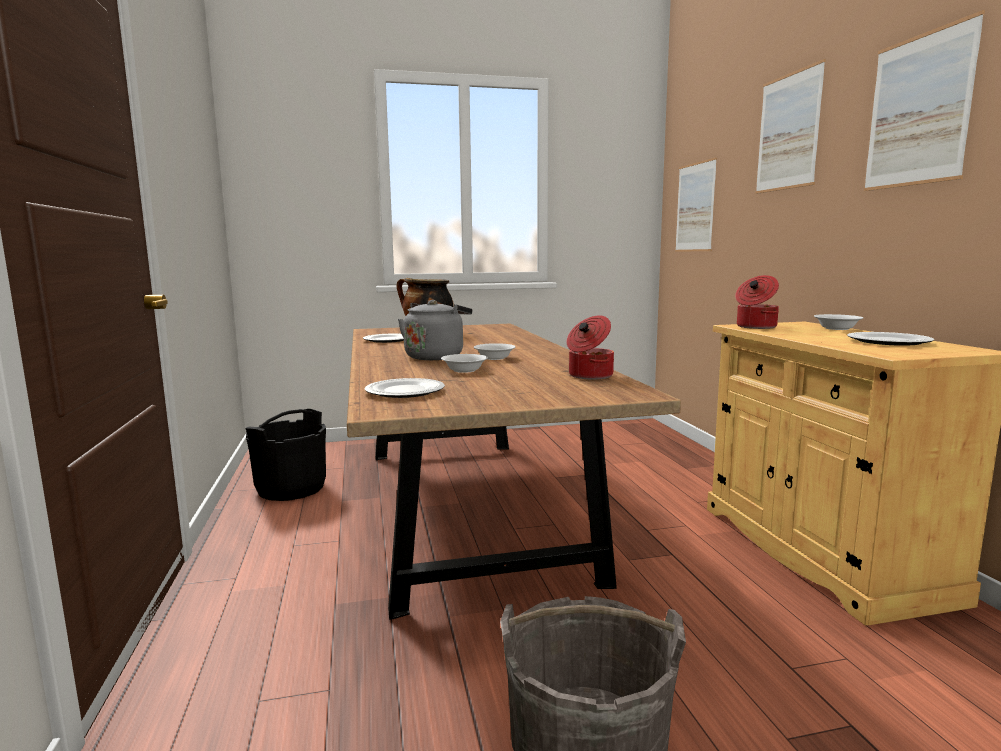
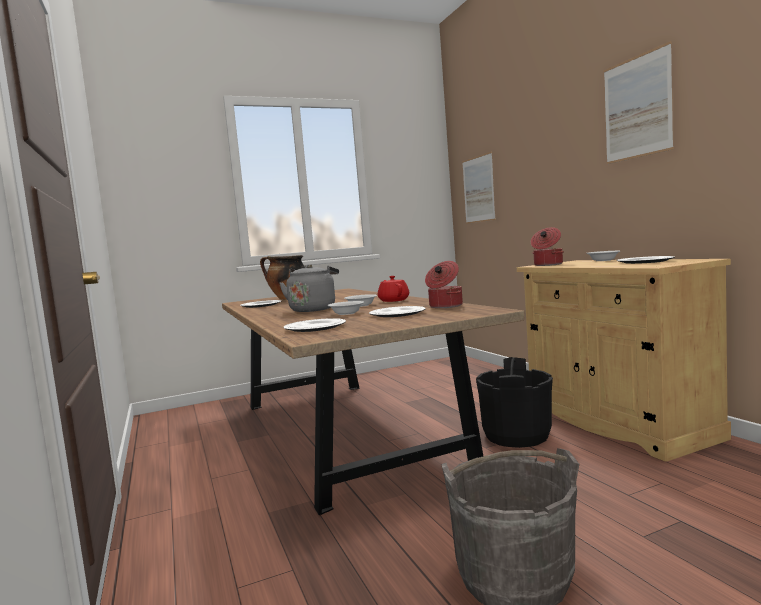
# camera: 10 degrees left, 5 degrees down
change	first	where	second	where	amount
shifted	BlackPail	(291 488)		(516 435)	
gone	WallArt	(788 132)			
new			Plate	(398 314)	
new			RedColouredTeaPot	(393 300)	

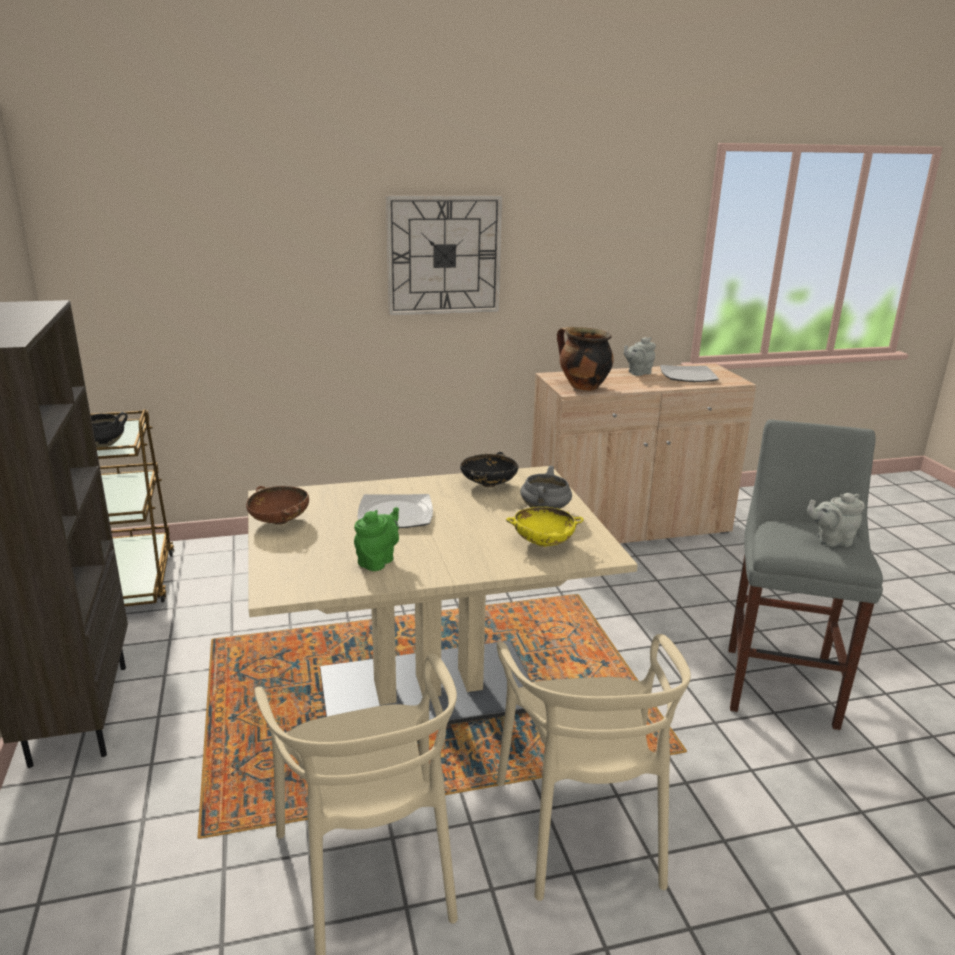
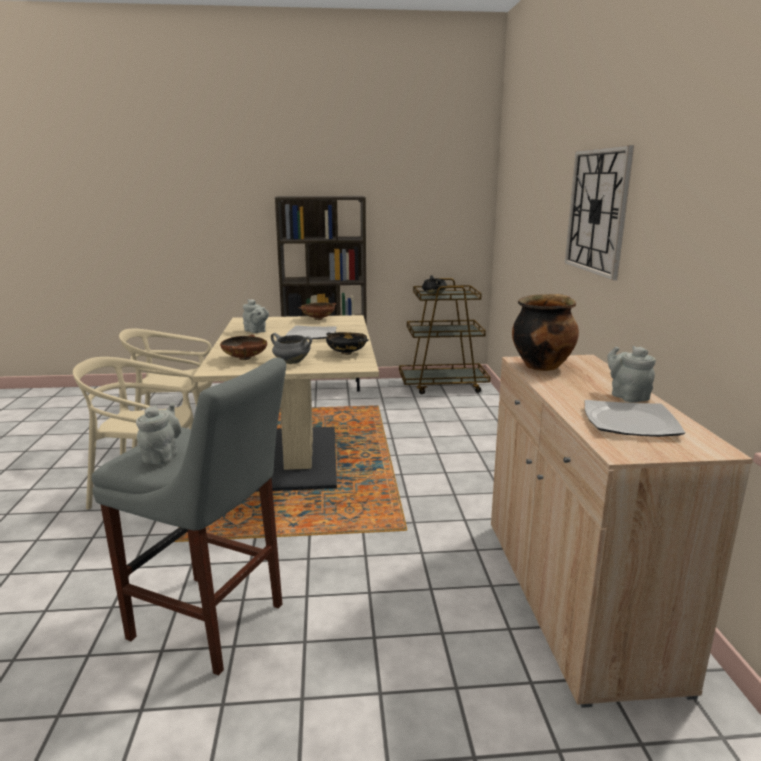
# camera: 100 degrees right, 5 degrees down
change	first	where	second	where	amount
repainted	GreenTeaPot	(378 561)	GreyishTeaPot	(256 331)	
repainted	YellowishDeepDish	(543 542)	BrownishDeepDish	(245 358)	

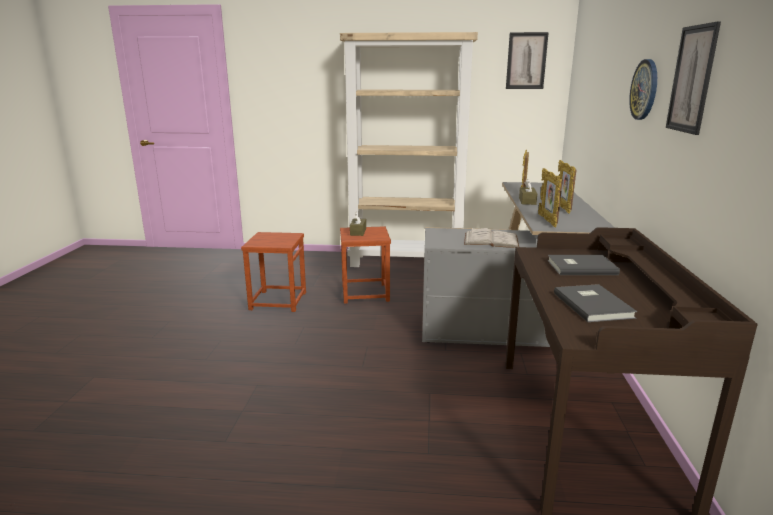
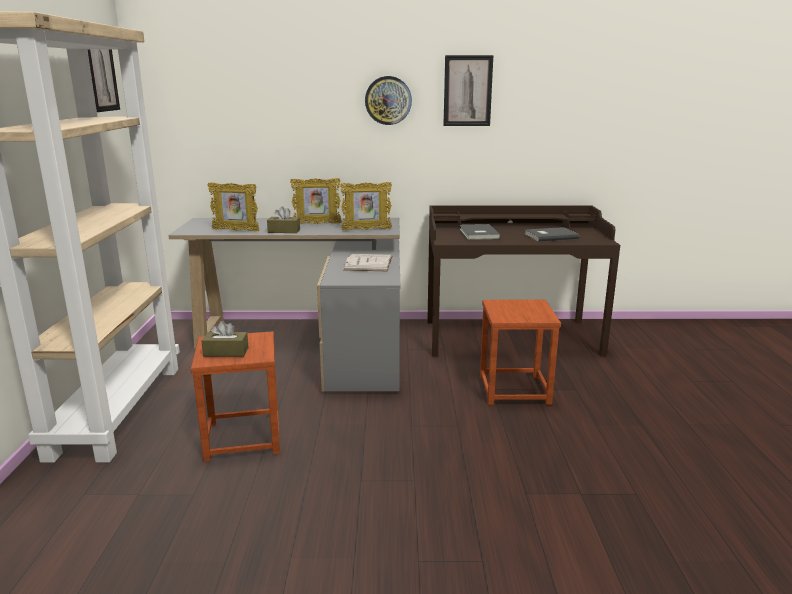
# camera: 95 degrees left, 0 degrees up
change	first	where	second	where	amount
shifted	BrownishStool	(277 301)		(514 390)	

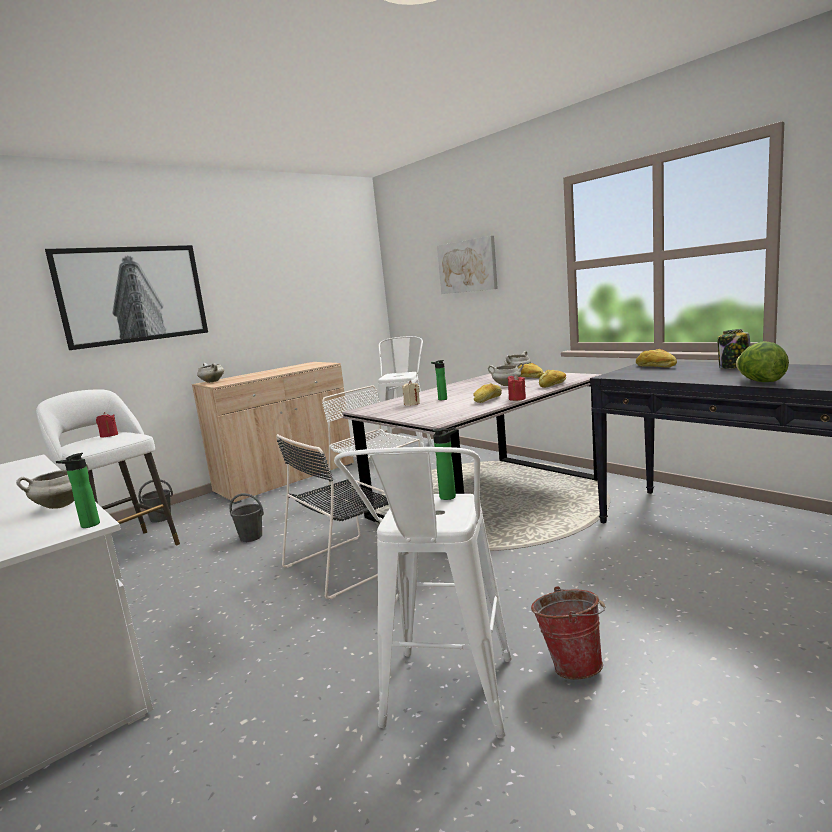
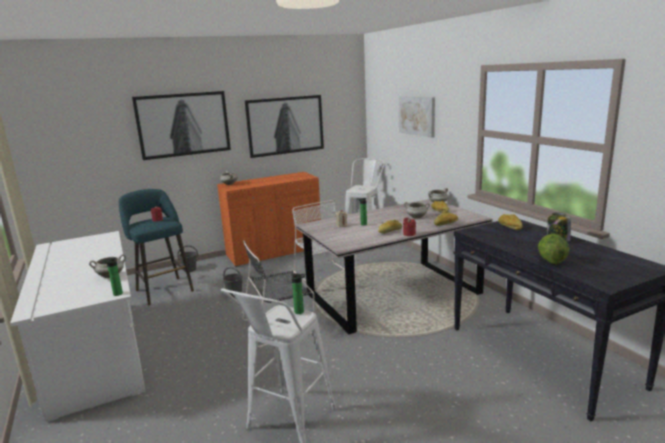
# camera: 15 degrees right, 5 degrees up
change	first	where	second	where	amount
repainted	WhiteColouredStool	(125 551)	BlueGreenStool	(163 289)	
repainted	BeigeStorageCabinet	(286 478)	OrangeyStorageCabinet	(274 252)	
gone	Pail	(571 664)			
new			WallArt	(285 125)	

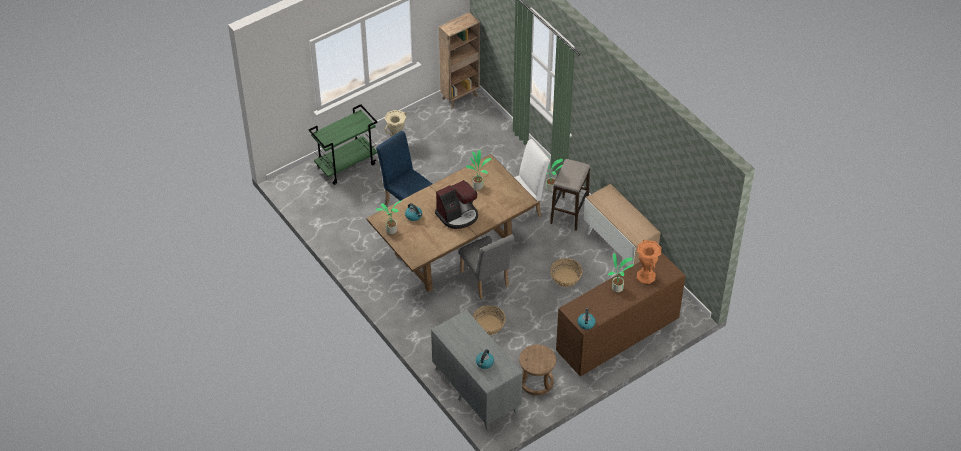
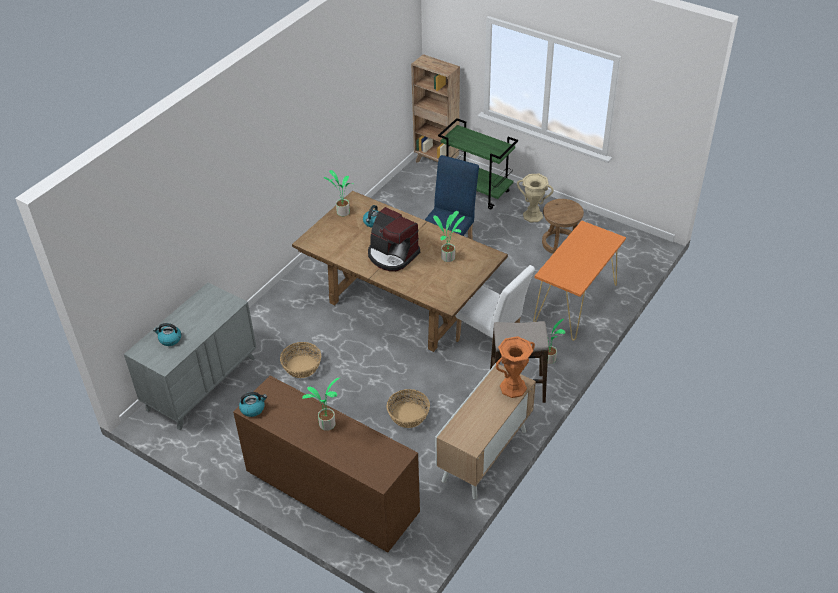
# camera: 70 degrees right, 5 degrees down
change	first	where	second	where	amount
shifted	BrownishBookshelf	(460 97)		(436 162)	
gone	GreyishChair	(486 281)			
shifted	BrownishStool	(536 382)		(560 243)	
shifted	OrangeyFlowerVase	(646 276)		(513 387)	
new			OrangeyNarrowTable	(575 304)	

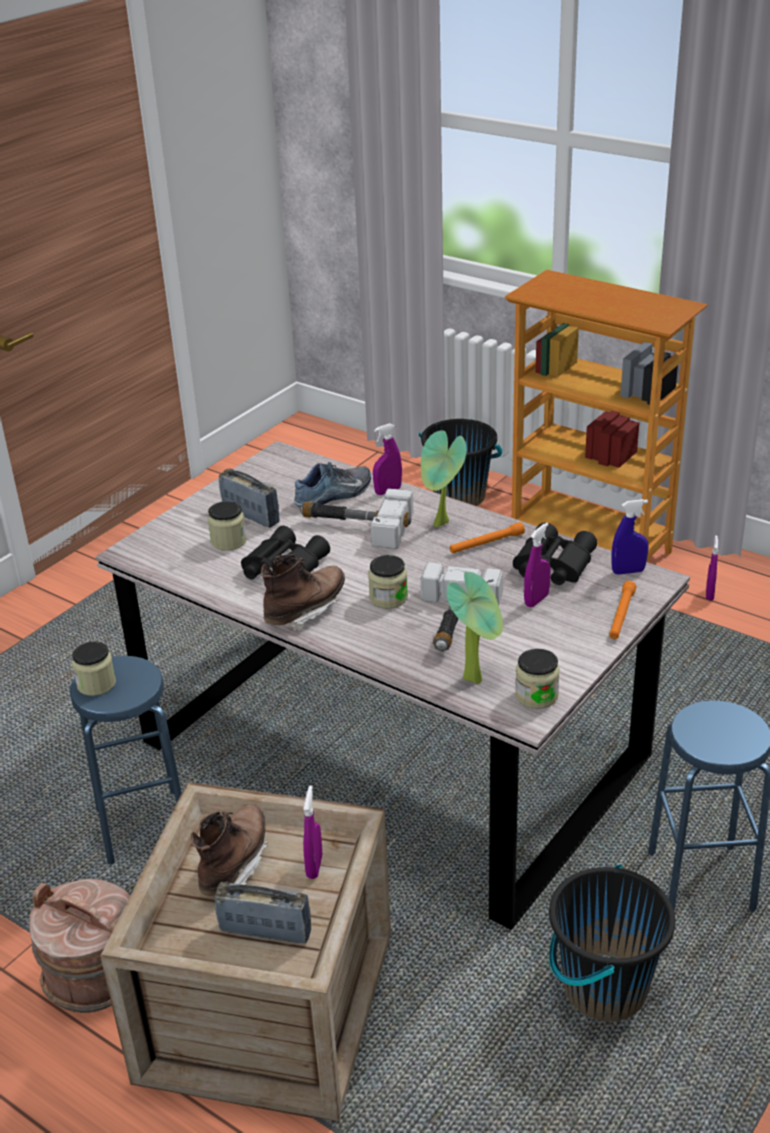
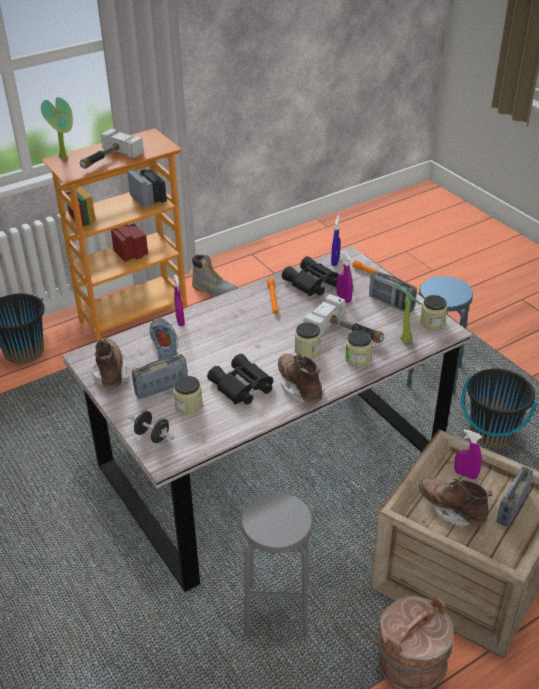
# camera: 70 degrees left, 5 degrees up
change	first	where	second	where	amount
repainted	BlueColouredStool	(143 827)	GreyishStool	(277 609)	
shifted	StorageJar	(96 684)		(358 359)	
shifted	ToolHammer	(355 526)		(107 159)	
shifted	Houseplant	(442 525)		(65 157)	
swapped	PurpleColouredHandSprayer	(709 594)	GreyishHighTopBoot	(215 292)	
new			BrownishHighTopBoot	(110 372)	
new			BlackDumbbell	(152 436)	
new			Radio	(391 303)	

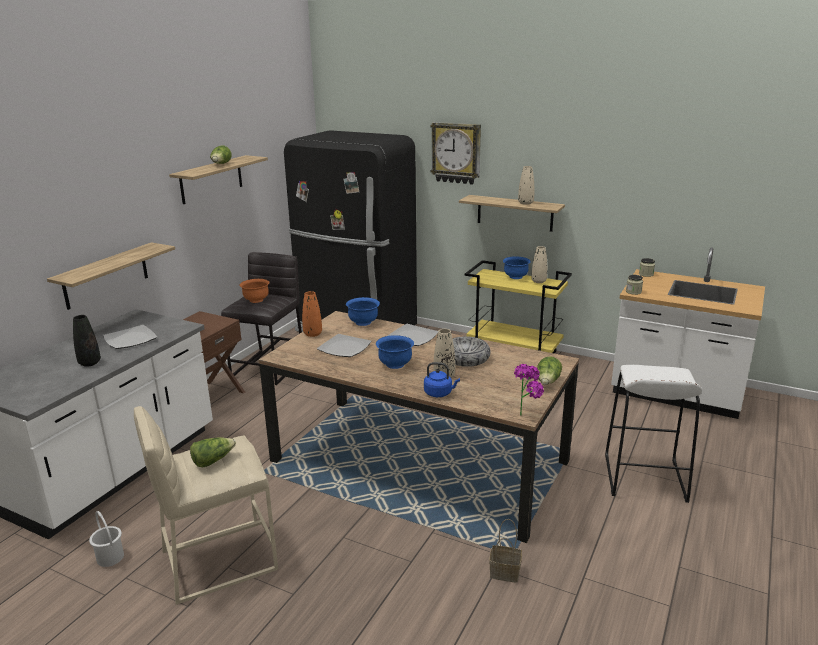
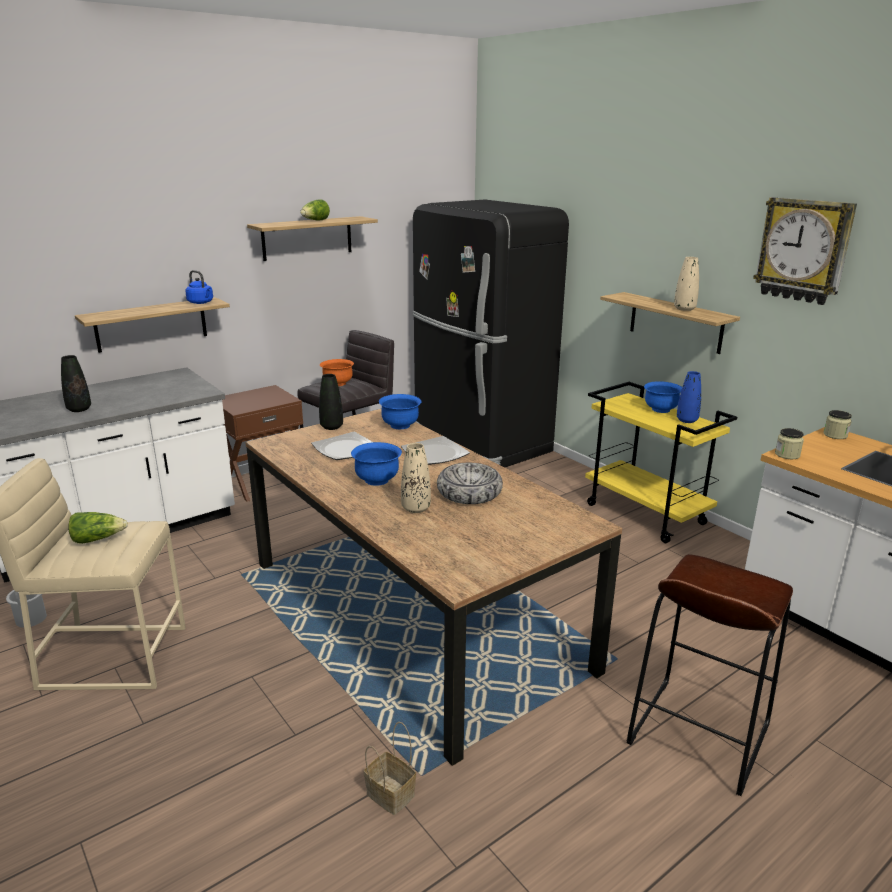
# camera: 25 degrees right, 0 degrees up
change	first	where	second	where	amount
gone	Plate	(130 340)			
repainted	OrangeyFlowerVase	(312 334)	BlackFlowerVase	(331 427)	
shifted	BlueColouredWaterKettle	(439 393)		(201 302)	
shifted	HangingClock	(456 153)		(803 250)	
gone	Houseplant	(527 414)			
repainted	BeigeFlowerVase	(538 281)	BlueColouredFlowerVase	(687 420)	
gone	Lettuce	(548 382)			
repainted	WhiteColouredStool	(644 478)	BrownishStool	(698 734)	

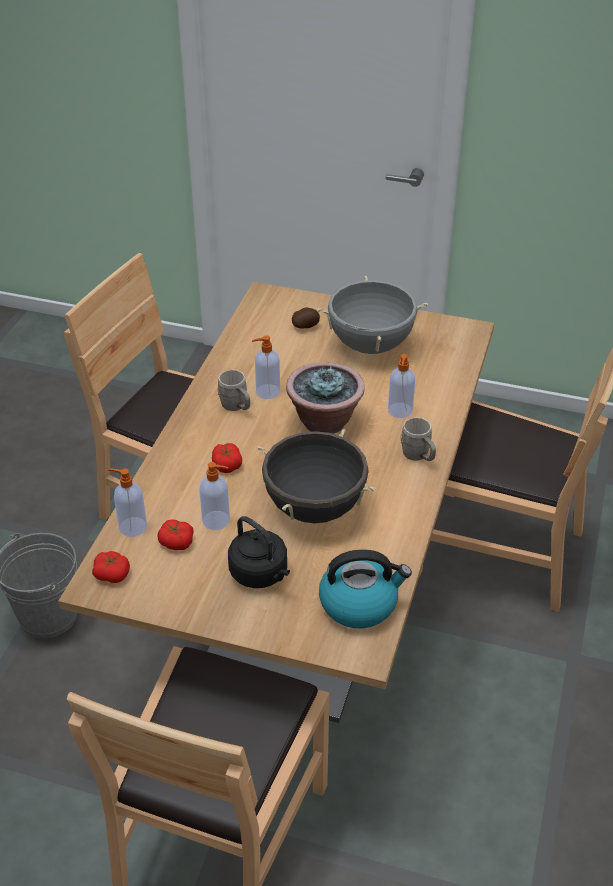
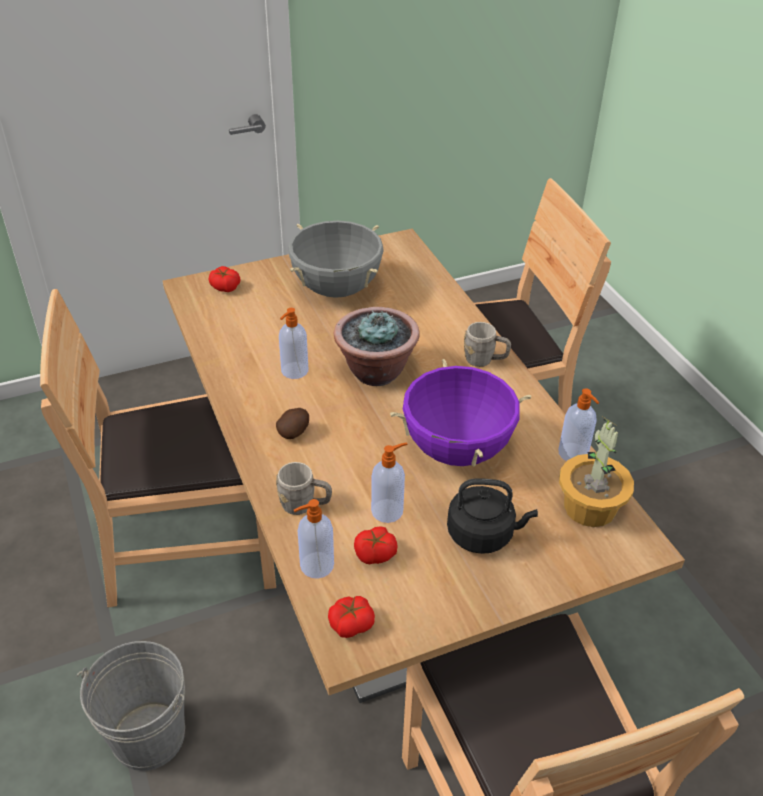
# camera: 40 degrees left, 0 degrees up
change	first	where	second	where	amount
shifted	FreshTomato	(226 465)		(225 287)	
shifted	GreyishTeaMug	(236 407)		(304 505)	
repainted	BlackSaucepot	(314 508)	PurpleColouredSaucepot	(457 449)	
shifted	WholePotato	(305 326)		(294 432)	
swapped	WaterKettle	(360 603)	Houseplant	(589 507)	
shifted	SoapDispenser	(400 411)		(574 454)	

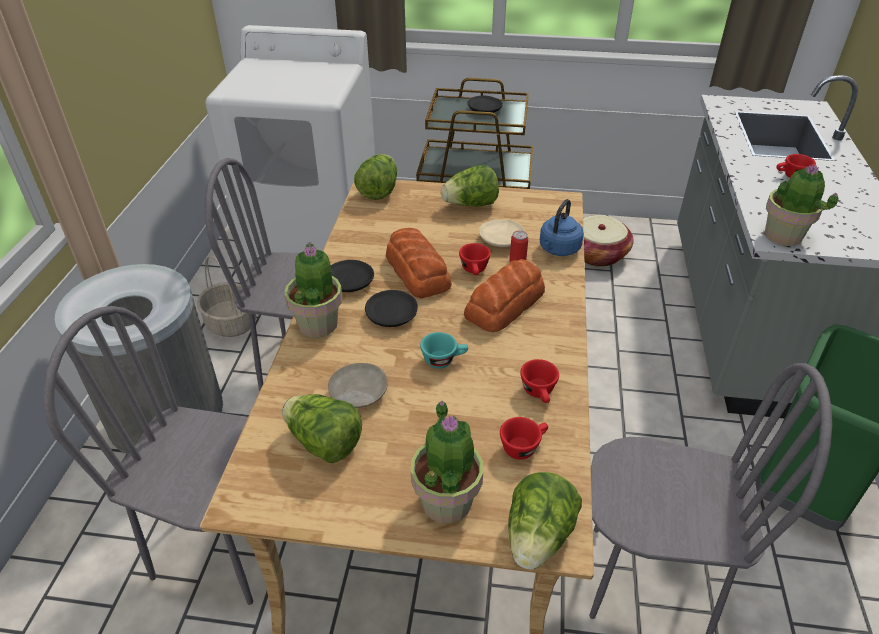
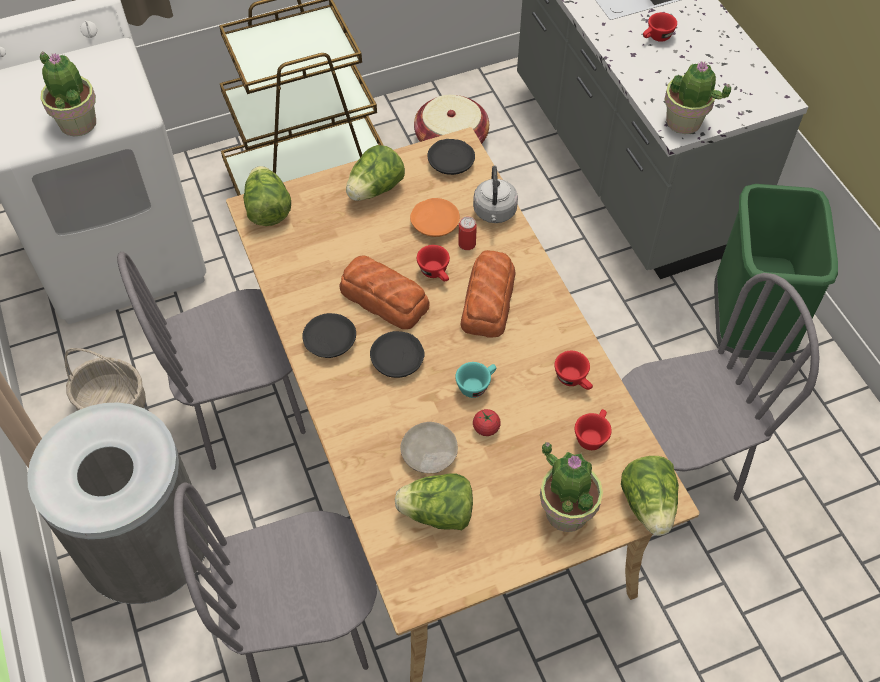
# camera: 30 degrees left, 15 degrees up
change	first	where	second	where	amount
shifted	Houseplant	(318 323)		(78 122)	
shifted	BlackPlate	(485 110)		(451 162)	
repainted	BeigePlate	(501 239)	OrangeyPlate	(435 223)	
repainted	BlueColouredWaterKettle	(558 249)	GreyishWaterKettle	(494 213)	
new			FreshTomato	(486 428)	

